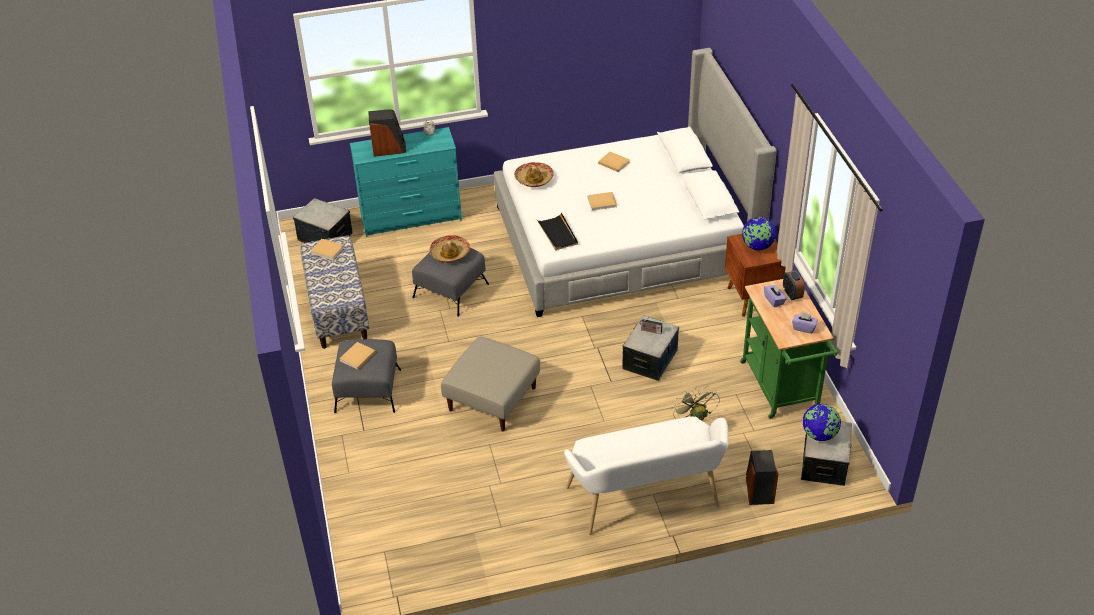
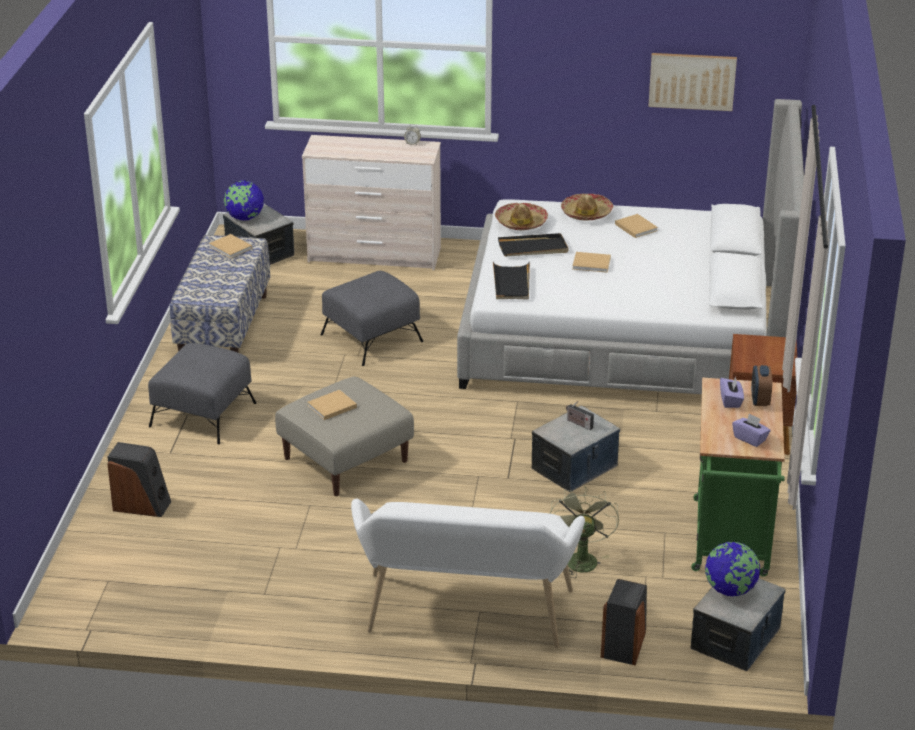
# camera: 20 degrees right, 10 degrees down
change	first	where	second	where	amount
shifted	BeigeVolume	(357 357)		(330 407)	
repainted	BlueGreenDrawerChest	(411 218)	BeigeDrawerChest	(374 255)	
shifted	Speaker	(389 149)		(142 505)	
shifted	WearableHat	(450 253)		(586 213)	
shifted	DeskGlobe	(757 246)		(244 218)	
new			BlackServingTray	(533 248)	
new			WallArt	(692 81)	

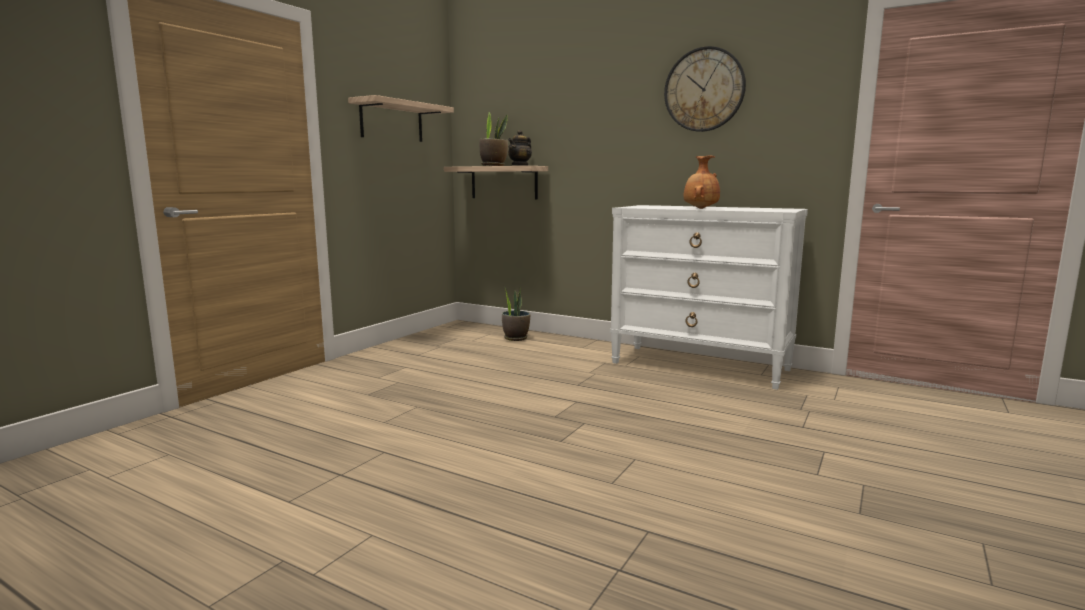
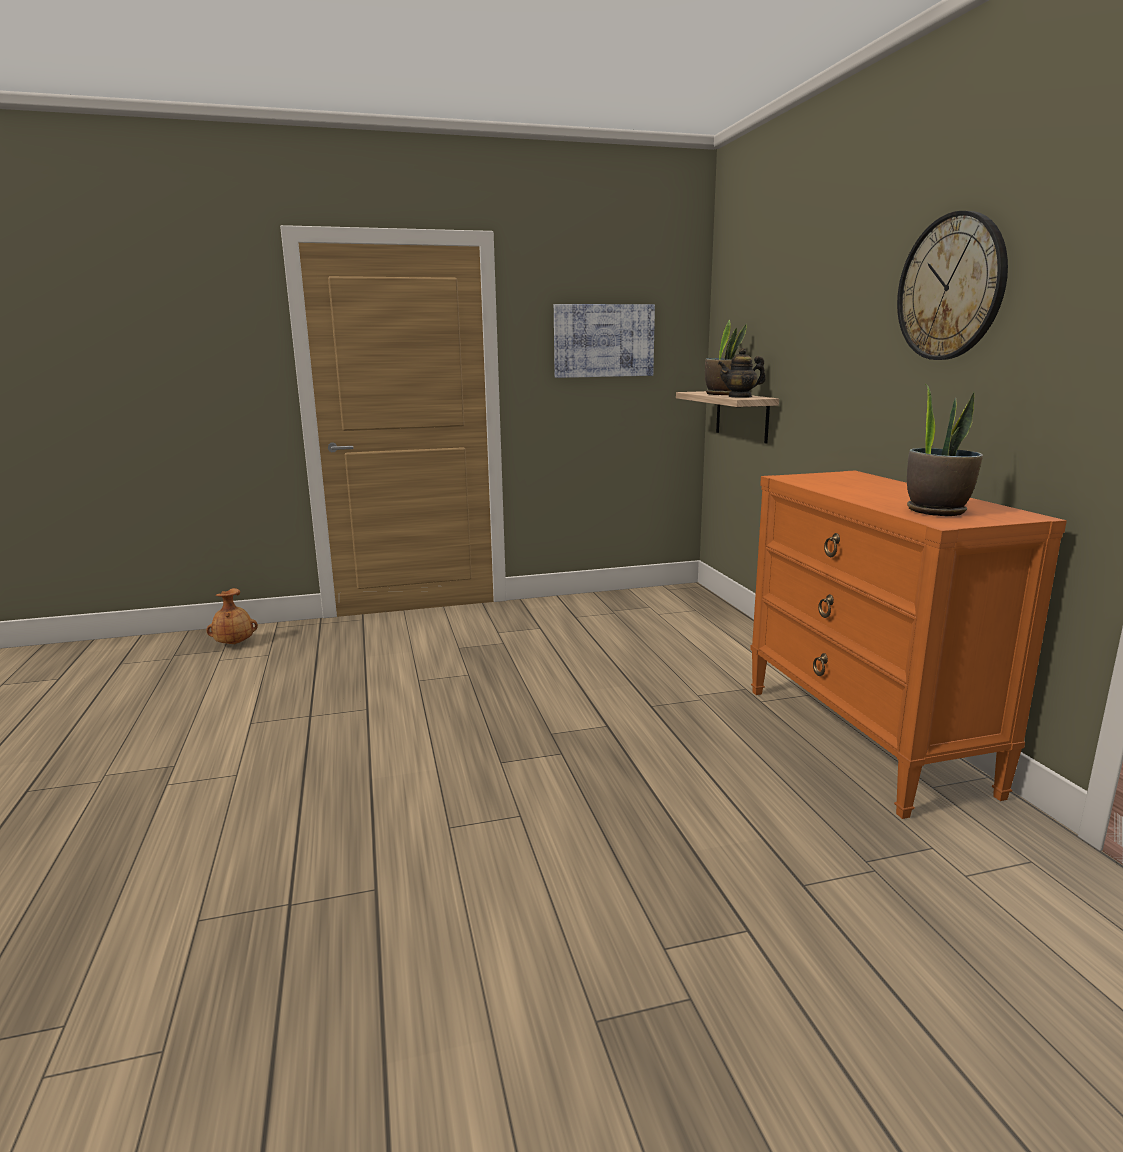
# camera: 45 degrees right, 5 degrees up
change	first	where	second	where	amount
swapped	WallShelf	(392 121)	WallArt	(603 341)	
shifted	Houseplant	(515 338)		(936 511)	
repainted	WhiteColouredDrawerChest	(700 366)	OrangeyDrawerChest	(863 739)	
shifted	BrownishFlowerVase	(700 208)		(234 643)	

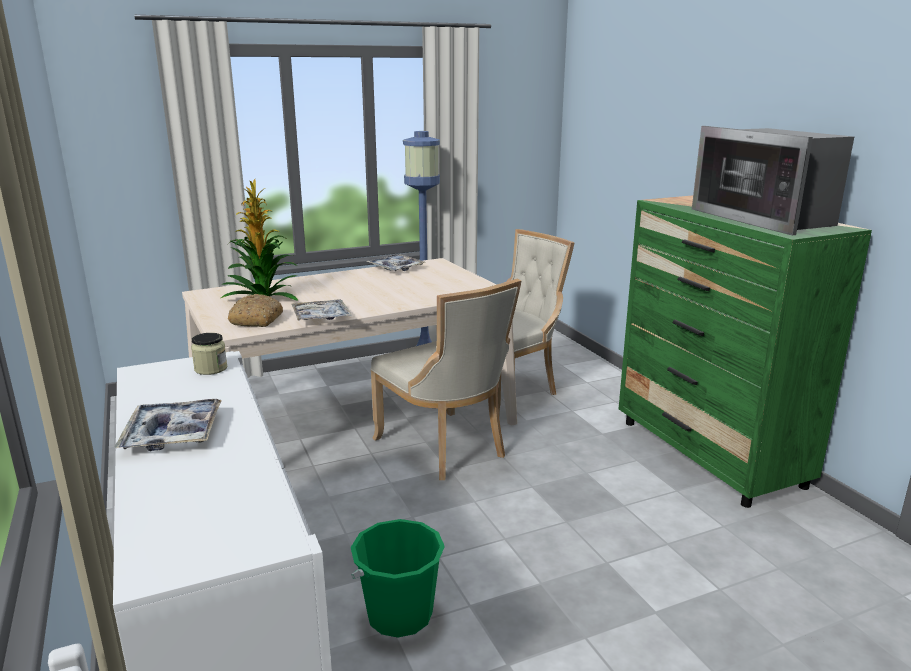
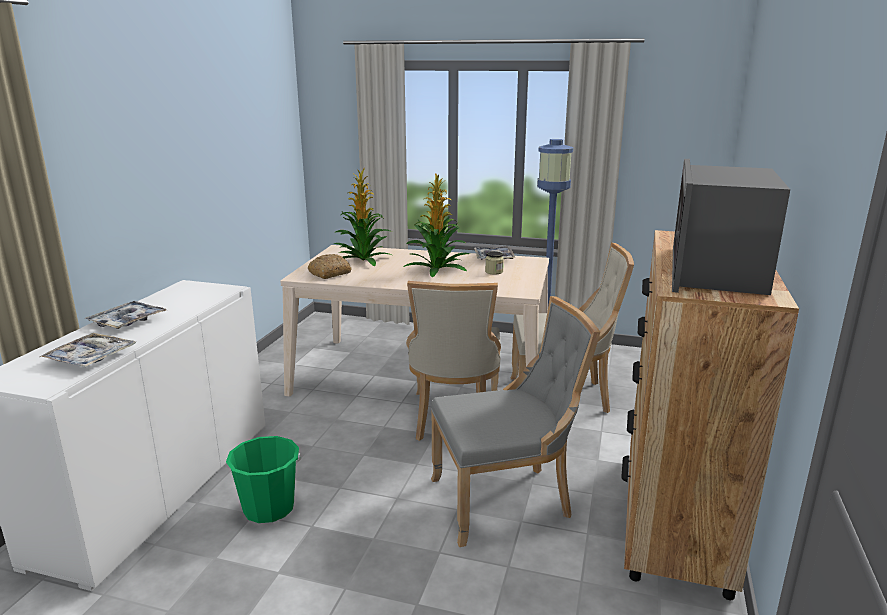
# camera: 40 degrees right, 0 degrees up
change	first	where	second	where	amount
shifted	StorageJar	(211 369)		(494 272)	
shifted	ServingTray	(321 317)		(90 357)	
repainted	GreenDrawerChest	(709 454)	BrownishDrawerChest	(674 520)	
new			Houseplant	(438 269)	
new			GreyishChair	(506 500)	

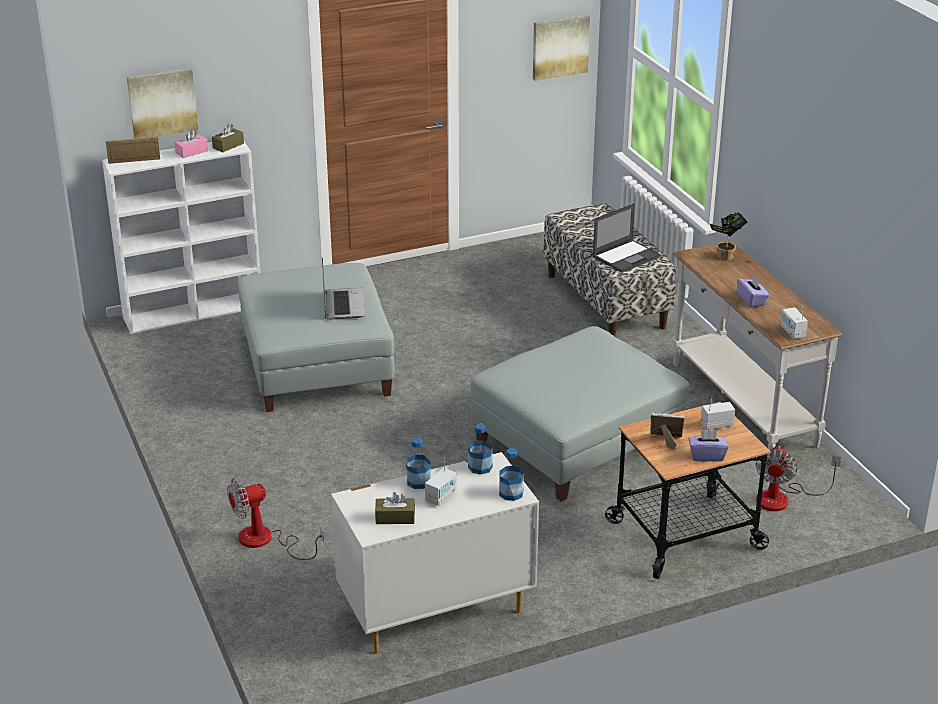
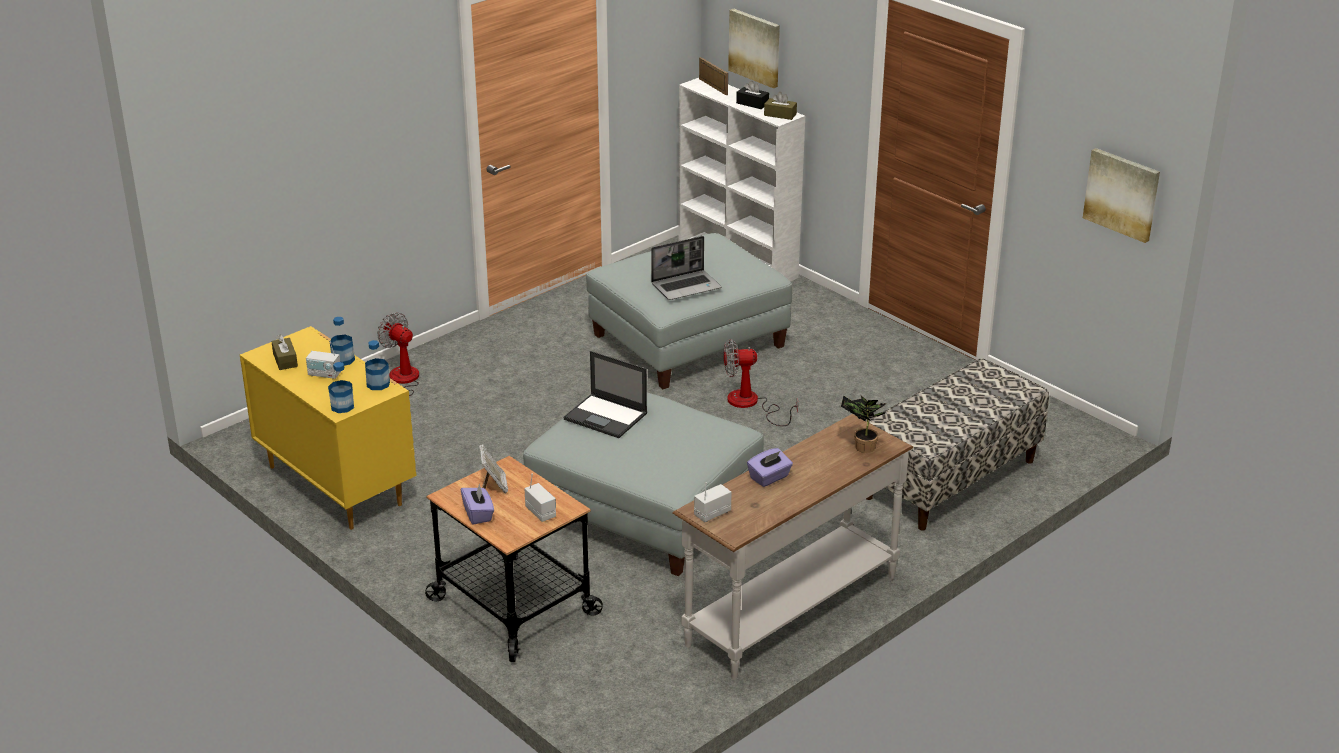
# camera: 70 degrees right, 0 degrees up
change	first	where	second	where	amount
repainted	PinkColouredTissueHolder	(191 152)	BlackTissueHolder	(752 103)	
repainted	WhiteColouredDrawerChest	(434 611)	YellowishDrawerChest	(335 484)	
shifted	PortableComputer	(626 256)		(606 416)	
shifted	CoolingFan	(783 498)		(751 404)	

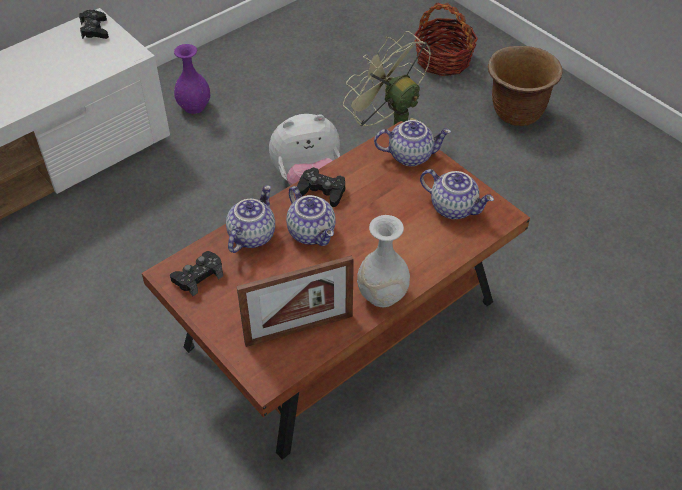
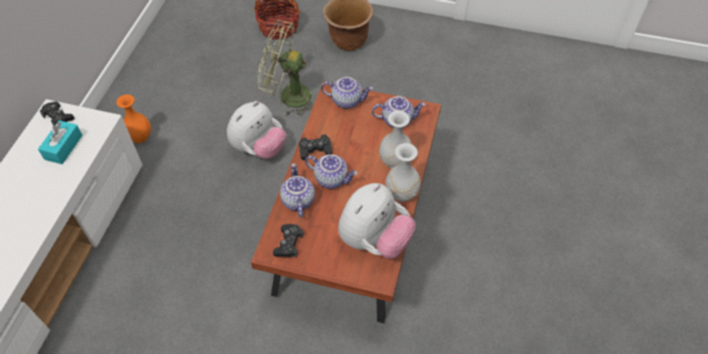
# camera: 35 degrees left, 5 degrees up
change	first	where	second	where	amount
repainted	PurpleColouredFlowerVase	(194 106)	OrangeyFlowerVase	(140 136)	
swapped	PhotoFrame	(299 329)	PlushToy	(374 240)	
rotated	TeaPot	(410 155)		(347 100)	45 degrees clockwise
new			BlueGreenTissueHolder	(63 147)	
new			WhiteColouredFlowerVase	(395 161)	

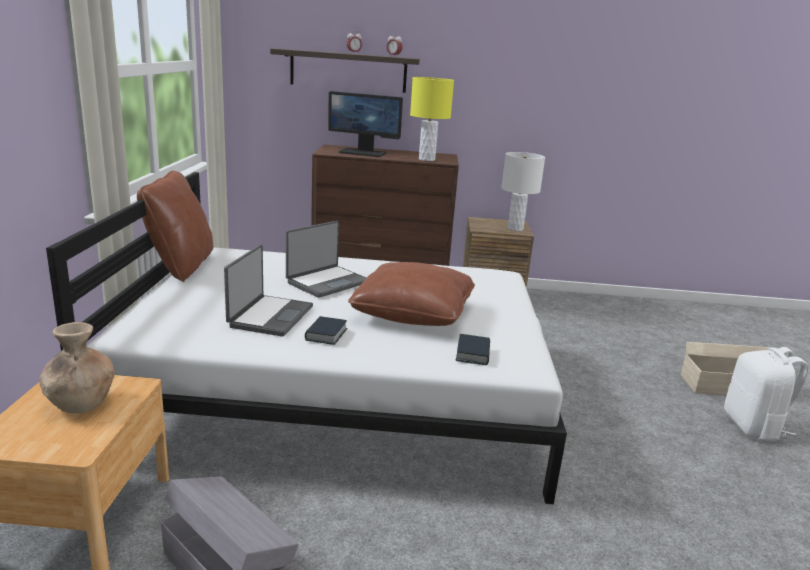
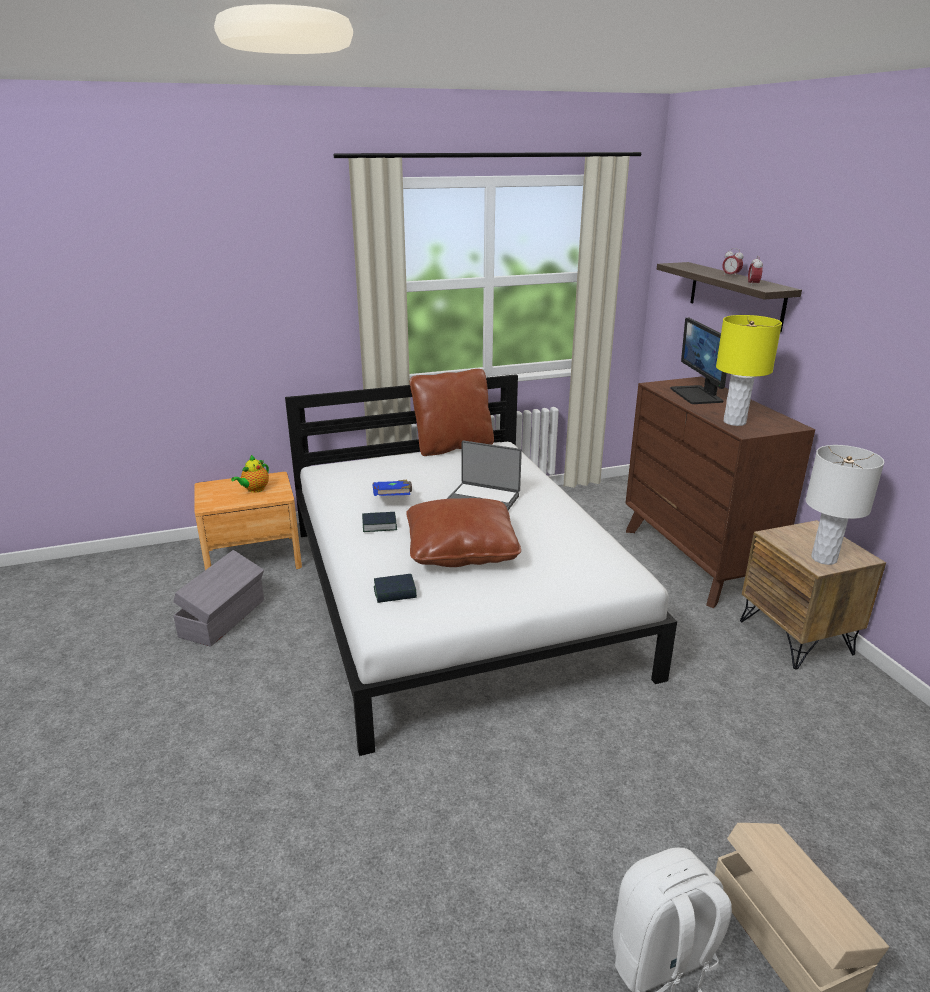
# camera: 70 degrees right, 5 degrees up
change	first	where	second	where	amount
swapped	BrownishFlowerVase	(81 402)	TeaPot	(254 490)	
swapped	PortableComputer	(269 316)	BlueColouredVolume	(393 498)	

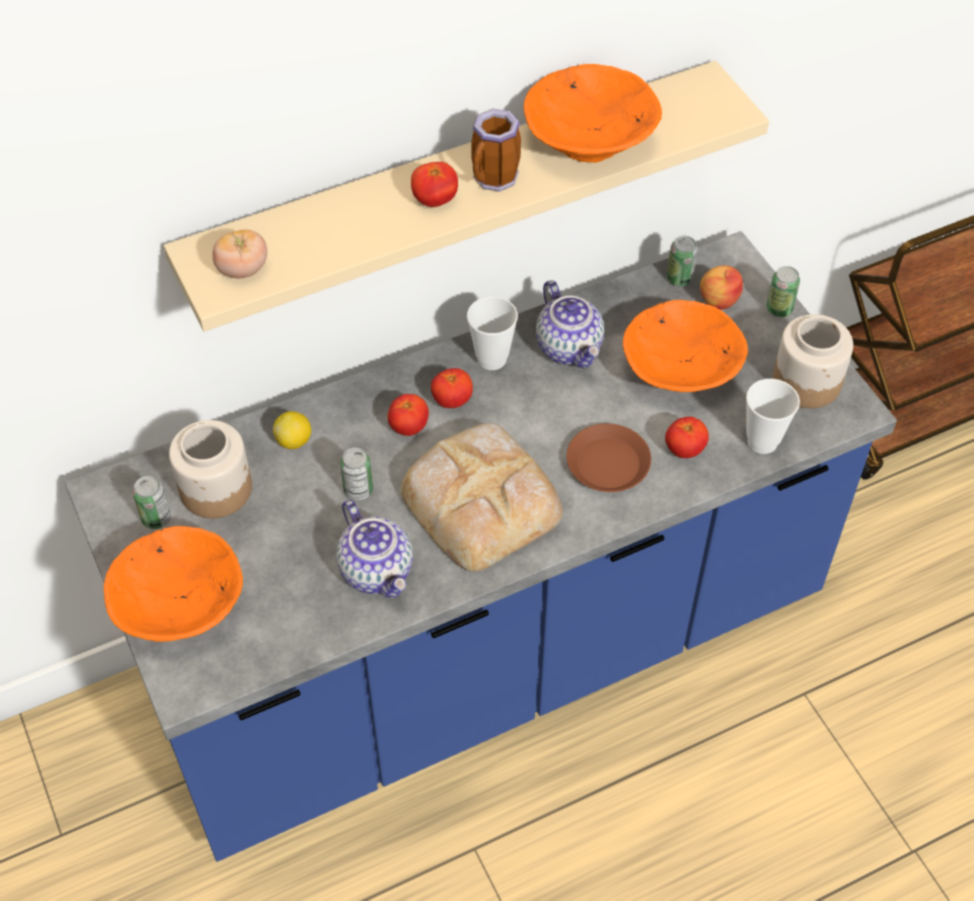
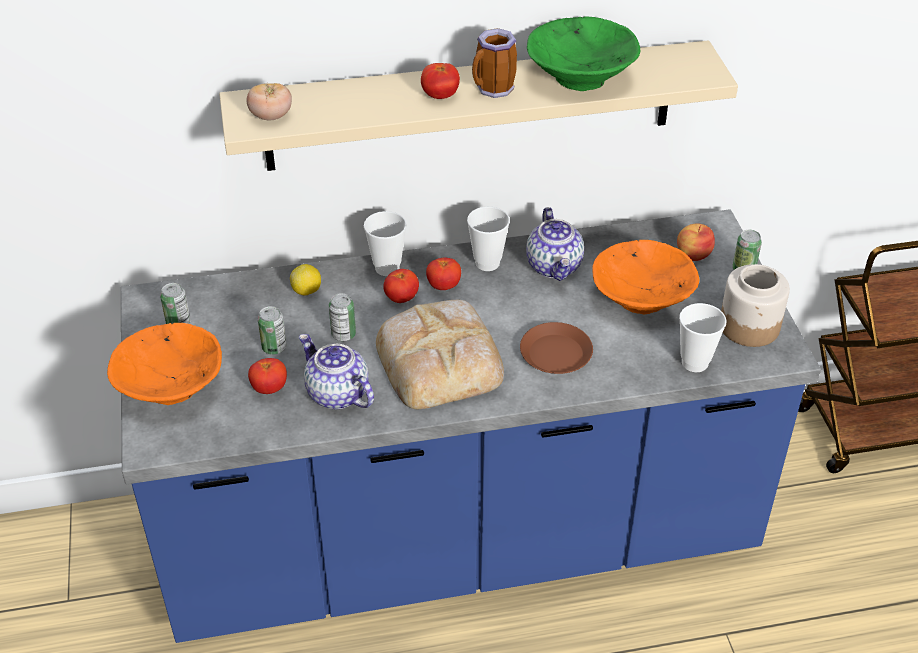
# camera: 15 degrees right, 10 degrees down
change	first	where	second	where	amount
gone	StorageJar	(217 488)			
rotated	TeaPot	(378 570)		(336 394)	150 degrees clockwise
repainted	OrangeyDeepDish	(590 143)	GreenDeepDish	(582 78)	
shifted	FreshTomato	(684 449)		(269 388)	
shifted	Can	(679 278)		(274 347)	
new			DrinkingCup	(387 268)	

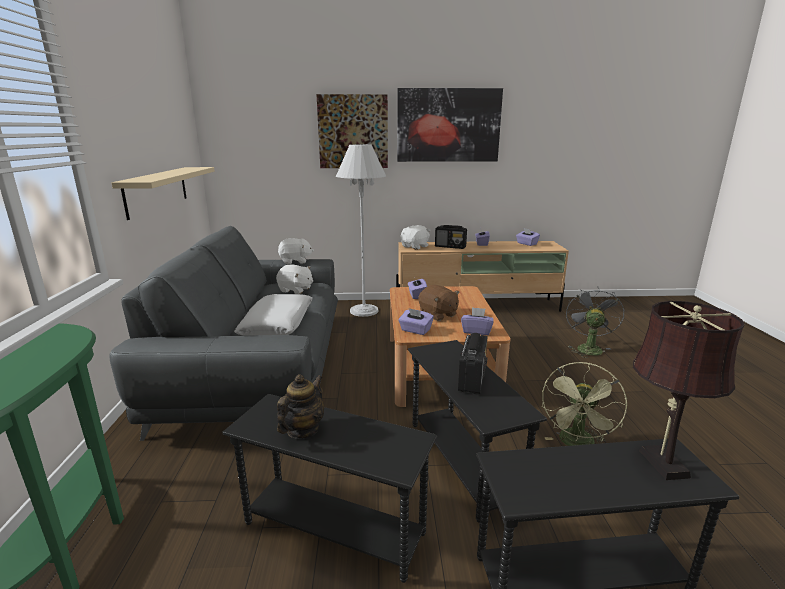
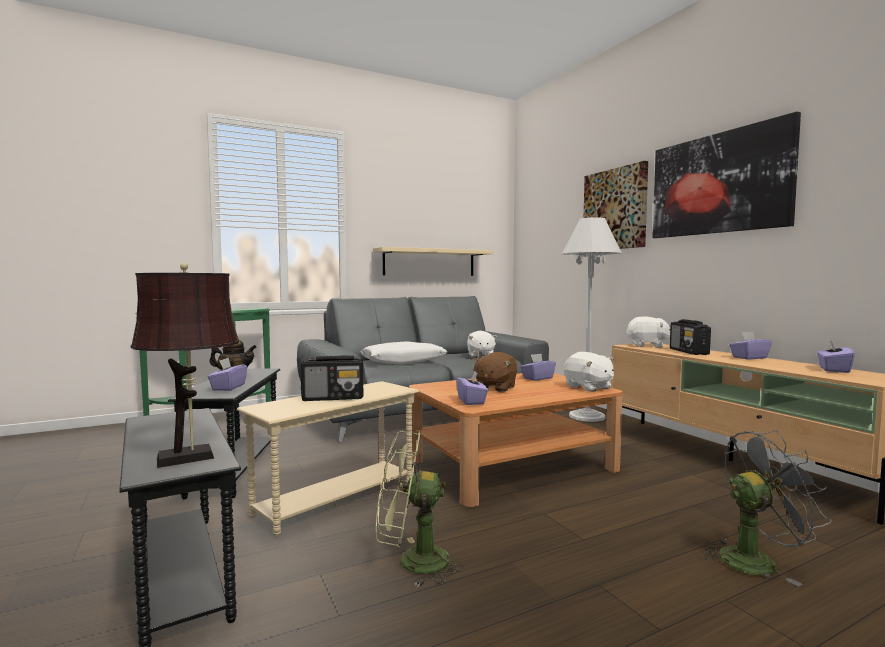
# camera: 65 degrees right, 15 degrees down
change	first	where	second	where	amount
shifted	WhiteColouredPlushToy	(295 261)		(588 387)	
shifted	PurpleColouredTissueHolder	(415 330)		(228 387)	
repainted	BlackEndTable	(461 462)	BeigeEndTable	(336 499)	

